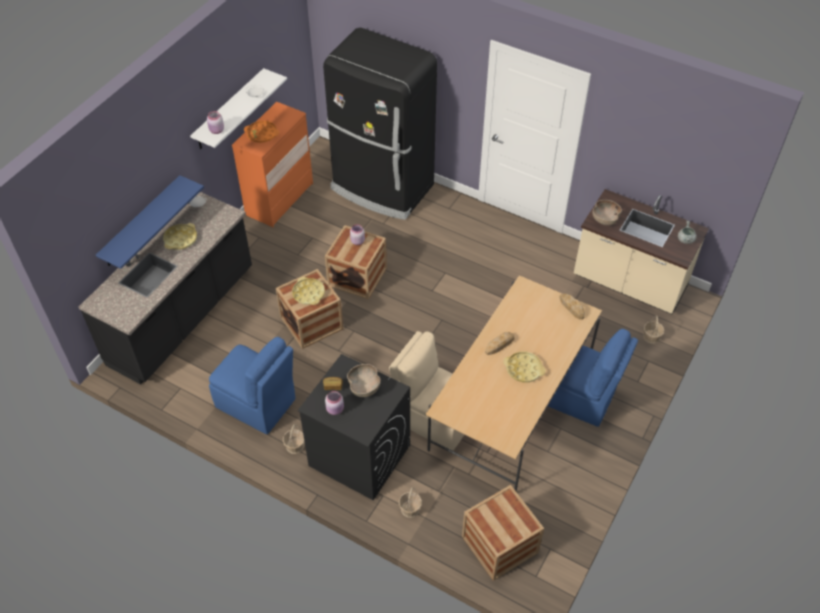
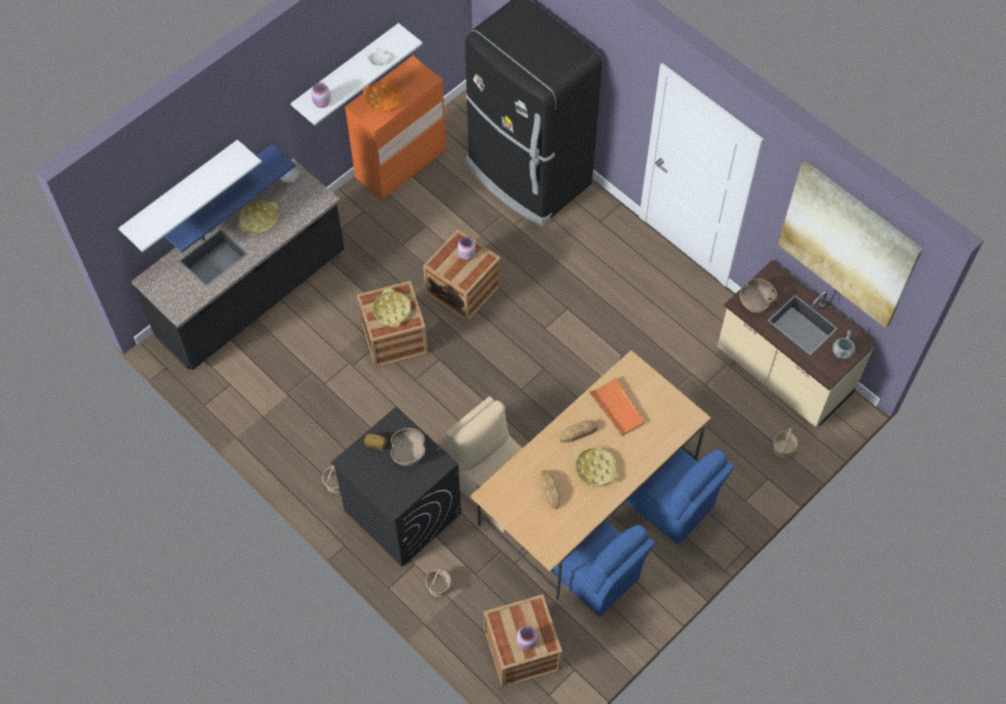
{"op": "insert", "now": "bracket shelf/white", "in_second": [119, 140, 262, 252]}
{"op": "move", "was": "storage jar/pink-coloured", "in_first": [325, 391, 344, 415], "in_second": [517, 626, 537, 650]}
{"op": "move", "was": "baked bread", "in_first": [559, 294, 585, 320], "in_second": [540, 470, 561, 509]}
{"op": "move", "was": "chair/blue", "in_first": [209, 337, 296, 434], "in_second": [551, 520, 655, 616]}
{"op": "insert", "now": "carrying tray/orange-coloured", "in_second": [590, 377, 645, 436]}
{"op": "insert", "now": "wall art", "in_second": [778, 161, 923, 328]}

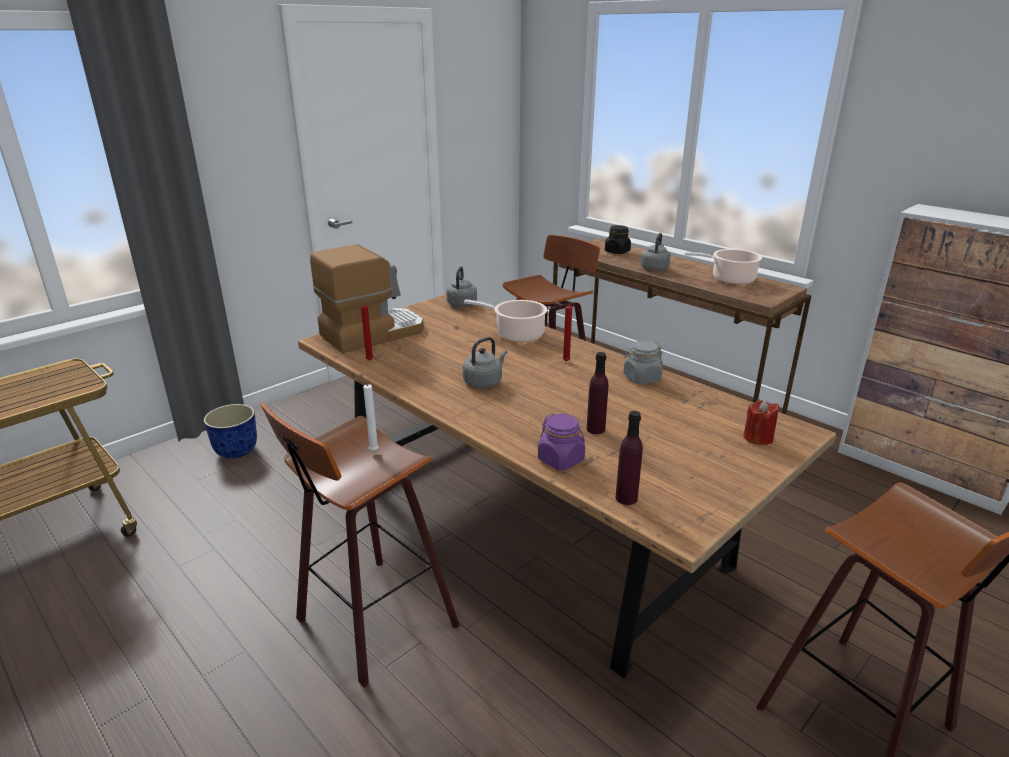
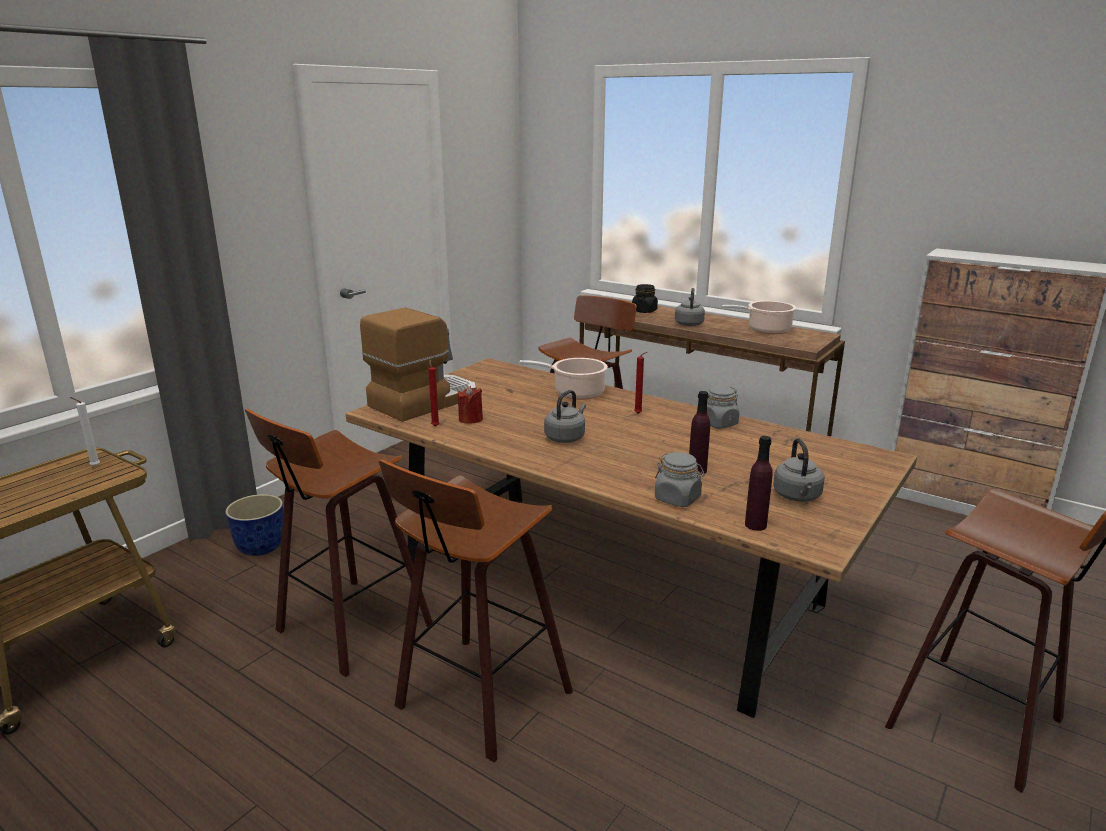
{"op": "move", "was": "candle/white", "in_first": [358, 379, 379, 451], "in_second": [70, 397, 100, 466]}
{"op": "insert", "now": "stool", "in_second": [245, 409, 433, 677]}
{"op": "move", "was": "candle/red", "in_first": [743, 400, 779, 445], "in_second": [458, 386, 483, 424]}
{"op": "recolor", "was": "storage jar/purple-coloured", "now": "storage jar/greyish", "in_first": [538, 414, 585, 470], "in_second": [655, 452, 705, 507]}
{"op": "move", "was": "tea kettle/greyish", "in_first": [446, 266, 477, 307], "in_second": [773, 438, 825, 502]}

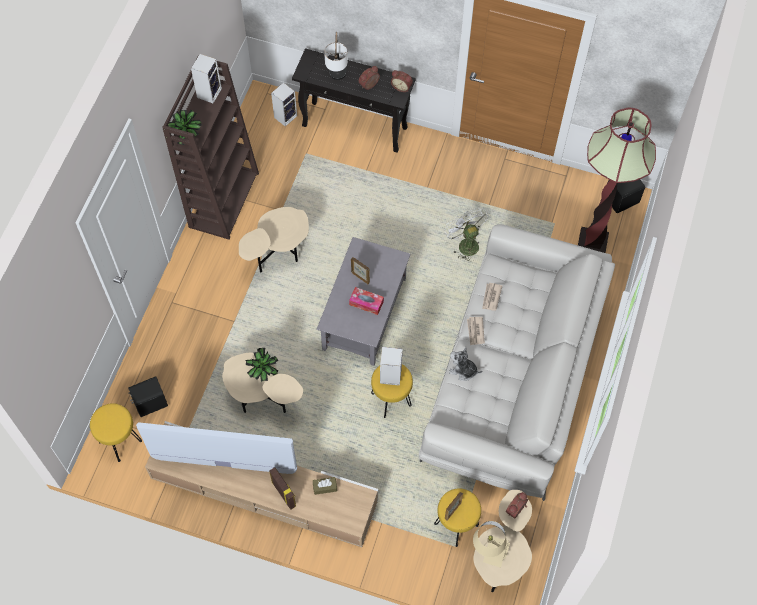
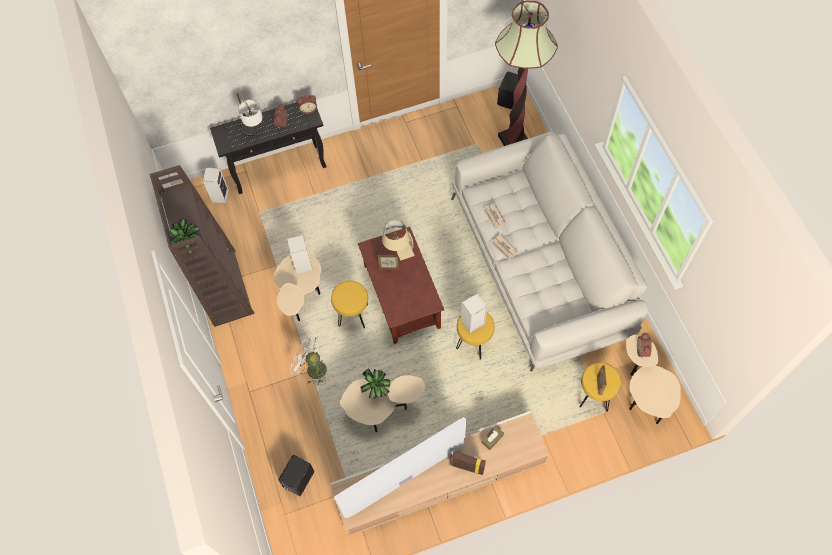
{"op": "move", "was": "loudspeaker", "in_first": [191, 54, 222, 103], "in_second": [287, 235, 313, 274]}
{"op": "move", "was": "cooling fan/white", "in_first": [445, 208, 489, 262], "in_second": [290, 333, 329, 386]}
{"op": "move", "was": "stool/yellow", "in_first": [90, 403, 142, 462], "in_second": [331, 281, 368, 328]}
{"op": "recolor", "was": "lounge table/greyish", "now": "lounge table/brown", "in_first": [317, 237, 411, 366], "in_second": [358, 227, 444, 344]}
{"op": "move", "was": "lamp for a table/sand-coloured", "in_first": [473, 521, 510, 568], "in_second": [382, 220, 415, 260]}
{"op": "delete", "was": "tissue holder", "in_first": [349, 287, 384, 315]}
{"op": "delete", "was": "cuddly toy", "in_first": [449, 347, 482, 381]}

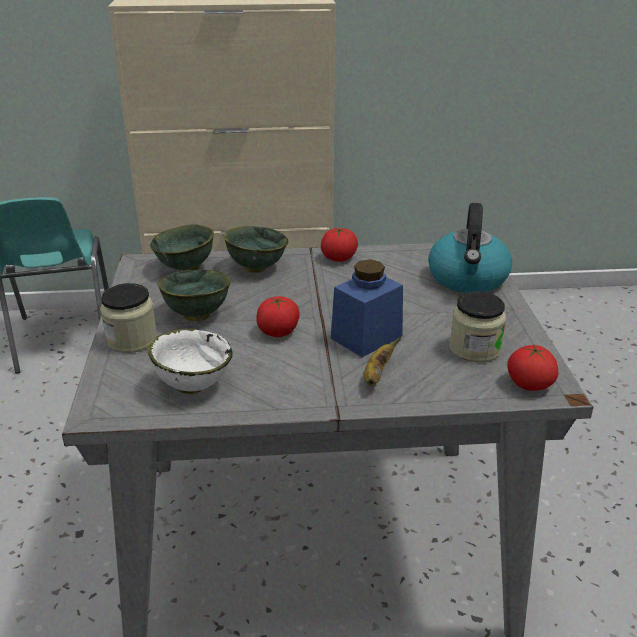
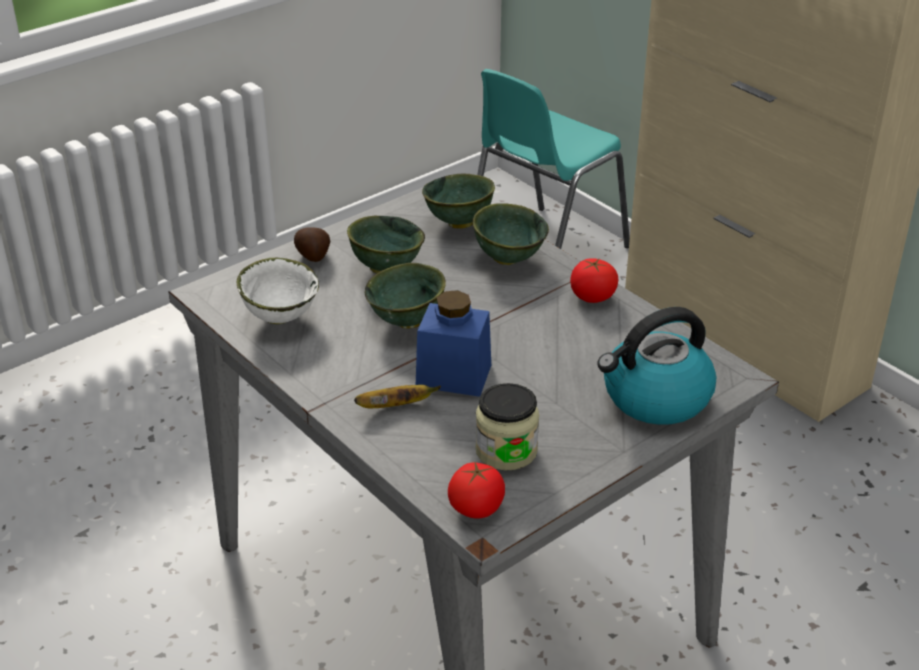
{"op": "replace", "was": "storage jar", "now": "whole potato", "in_first": [100, 283, 157, 353], "in_second": [294, 227, 330, 262]}
{"op": "replace", "was": "whole tomato", "now": "deep dish/greenish", "in_first": [256, 296, 300, 337], "in_second": [365, 263, 446, 329]}

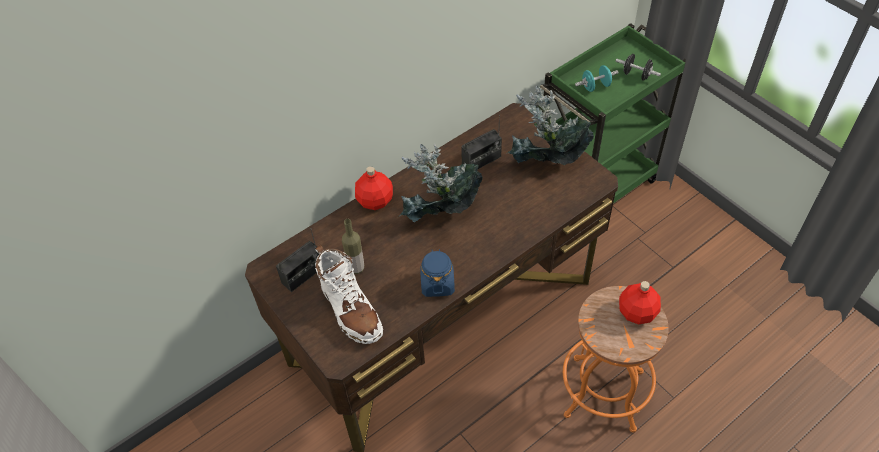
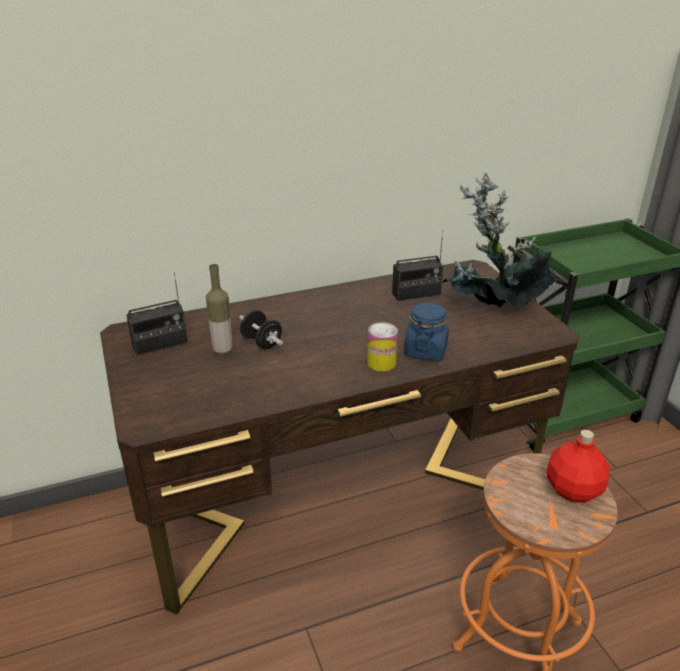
{"op": "move", "was": "dumbbell/black-coloured", "in_first": [616, 54, 661, 81], "in_second": [239, 310, 283, 349]}
{"op": "insert", "now": "metal can", "in_second": [367, 322, 398, 371]}
{"op": "move", "was": "storage jar/blue", "in_first": [420, 249, 455, 297], "in_second": [404, 302, 449, 361]}
{"op": "delete", "was": "boot/white", "in_first": [315, 245, 383, 344]}
{"op": "delete", "was": "drink bottle/red", "in_first": [355, 166, 393, 210]}
{"op": "delete", "was": "potted plant", "in_first": [398, 144, 483, 223]}
{"op": "delete", "was": "dumbbell/turquoise-coloured", "in_first": [575, 65, 619, 92]}

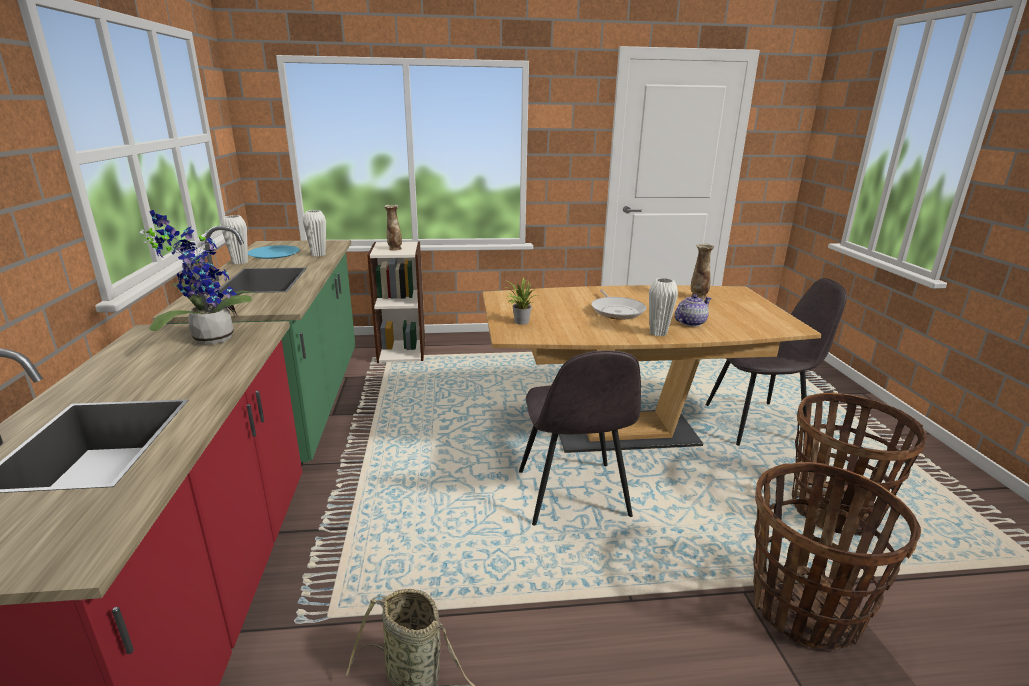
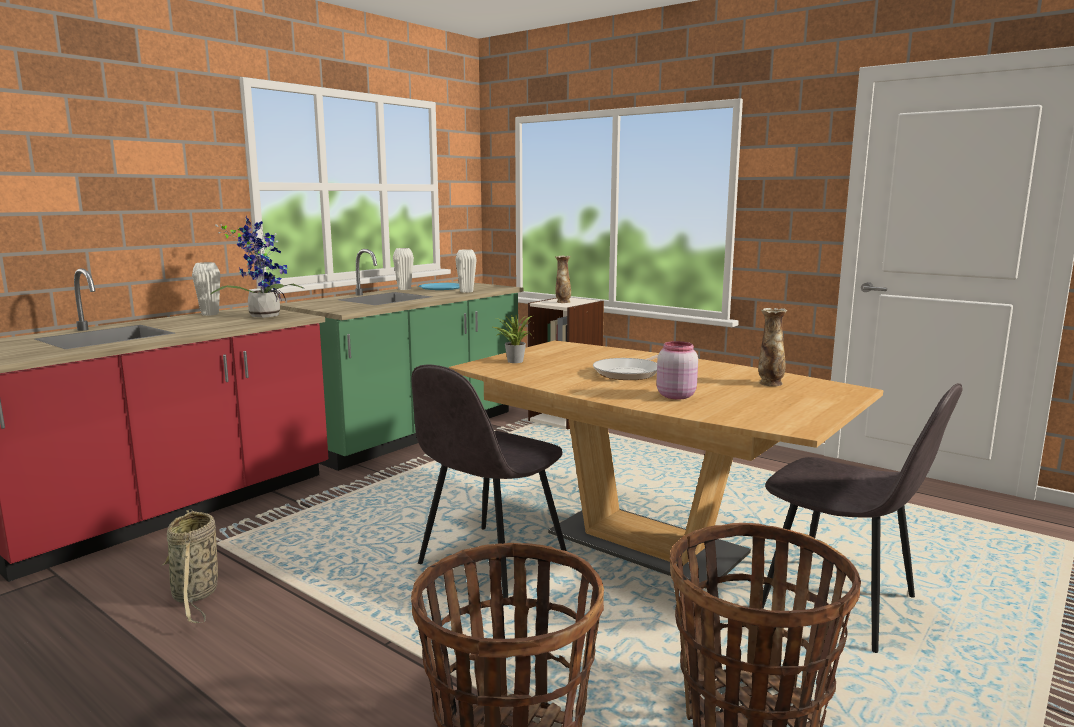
{"op": "move", "was": "vase/white", "in_first": [649, 278, 678, 336], "in_second": [192, 262, 220, 316]}
{"op": "replace", "was": "tea pot", "now": "storage jar/pink-coloured", "in_first": [674, 294, 711, 327], "in_second": [657, 341, 698, 399]}

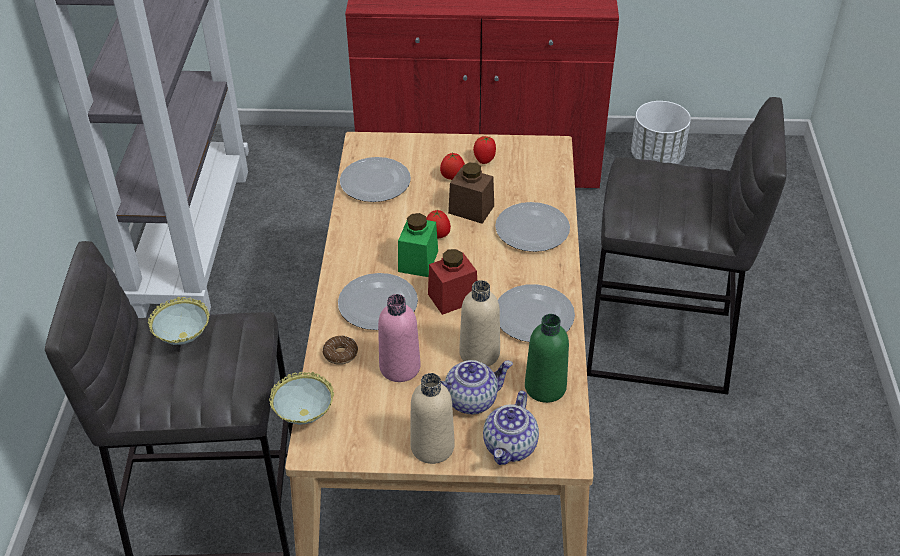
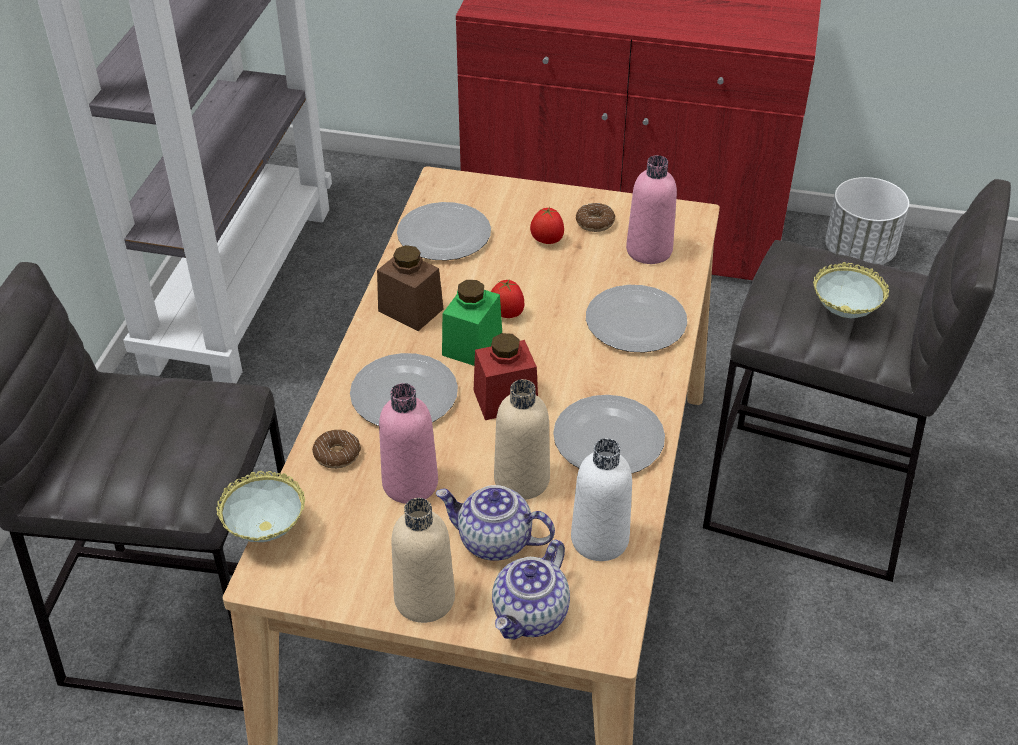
{"op": "move", "was": "storage jar/brown", "in_first": [448, 163, 494, 224], "in_second": [377, 245, 444, 331]}
{"op": "rotate", "was": "tea pot", "in_first": [441, 360, 513, 414], "in_second": [436, 485, 555, 561], "clockwise": -150}
{"op": "recolor", "was": "drink bottle/greenish", "now": "drink bottle/white", "in_first": [525, 314, 569, 403], "in_second": [571, 438, 632, 561]}
{"op": "replace", "was": "whole tomato", "now": "ring doughnut", "in_first": [473, 136, 496, 164], "in_second": [576, 203, 615, 232]}
{"op": "insert", "now": "drink bottle/pink-coloured", "in_second": [626, 155, 677, 264]}
{"op": "move", "was": "deep dish", "in_first": [148, 297, 209, 345], "in_second": [813, 262, 889, 318]}

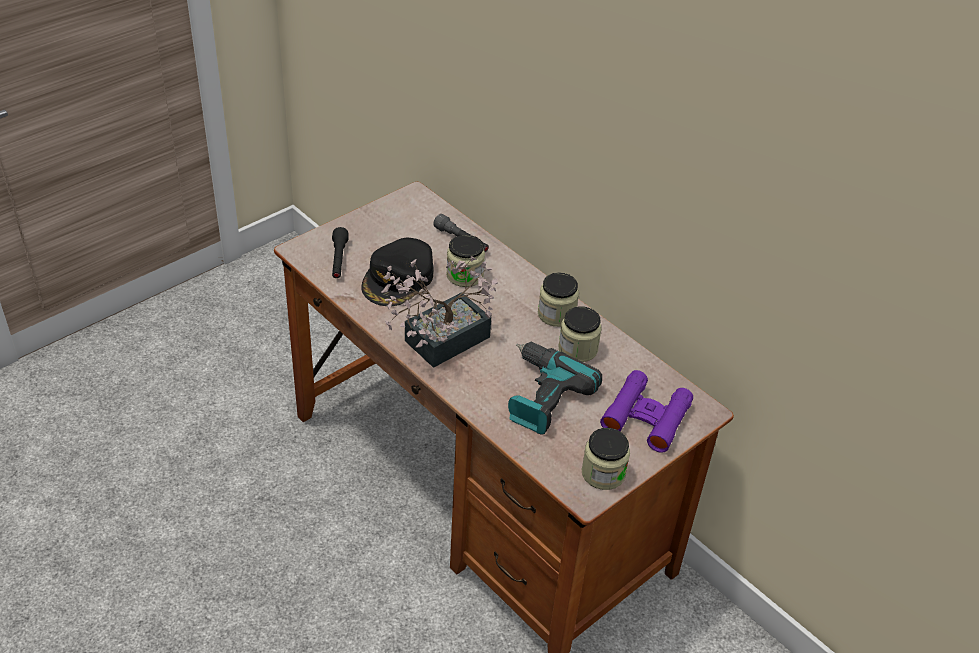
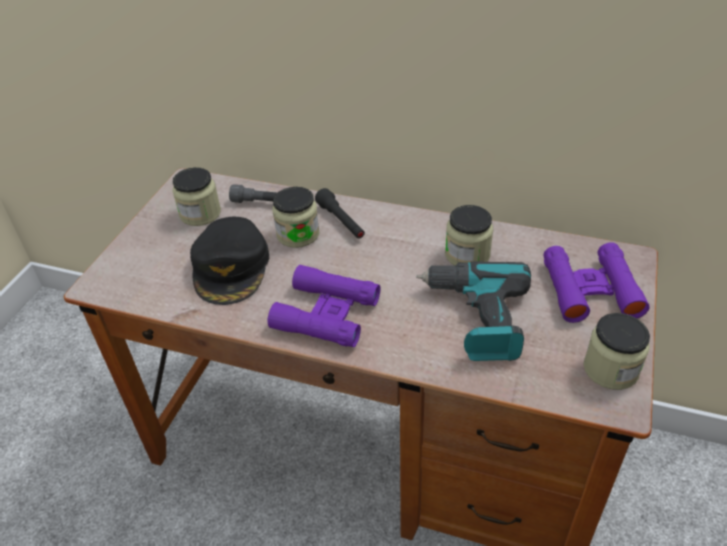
{"op": "move", "was": "storage jar", "in_first": [538, 272, 579, 327], "in_second": [172, 167, 221, 226]}
{"op": "replace", "was": "potted plant", "now": "binoculars/purple-coloured", "in_first": [382, 256, 498, 368], "in_second": [267, 265, 380, 347]}
{"op": "move", "was": "flashlight/black-coloured", "in_first": [332, 227, 349, 278], "in_second": [315, 188, 365, 239]}

